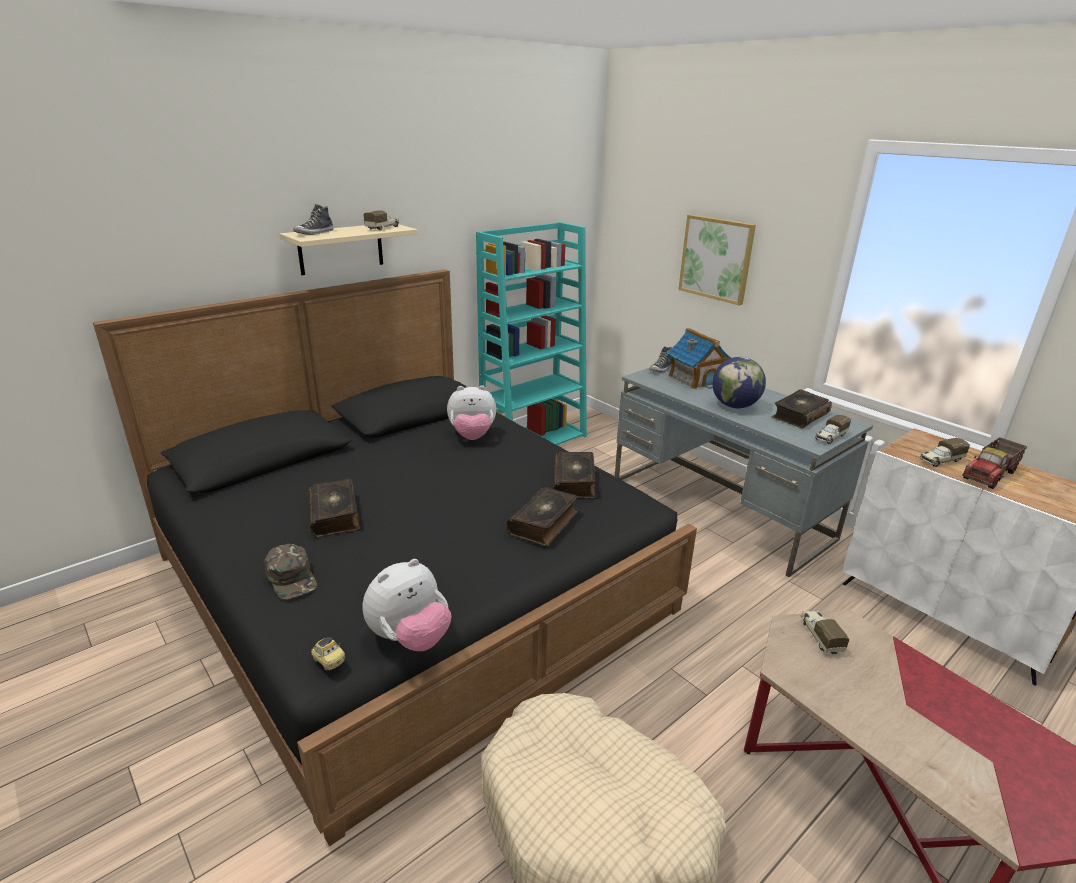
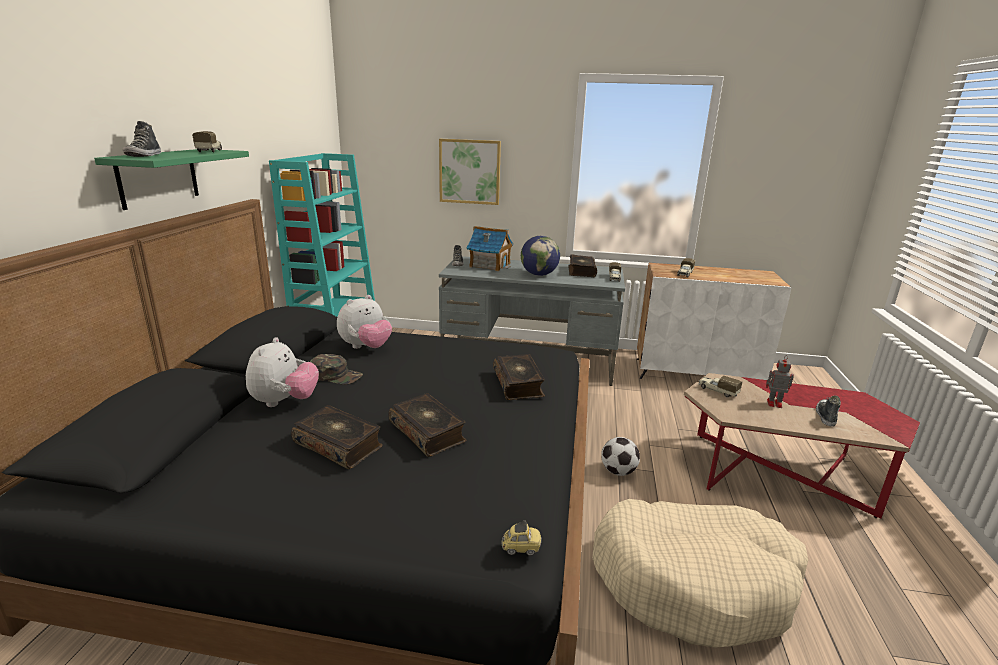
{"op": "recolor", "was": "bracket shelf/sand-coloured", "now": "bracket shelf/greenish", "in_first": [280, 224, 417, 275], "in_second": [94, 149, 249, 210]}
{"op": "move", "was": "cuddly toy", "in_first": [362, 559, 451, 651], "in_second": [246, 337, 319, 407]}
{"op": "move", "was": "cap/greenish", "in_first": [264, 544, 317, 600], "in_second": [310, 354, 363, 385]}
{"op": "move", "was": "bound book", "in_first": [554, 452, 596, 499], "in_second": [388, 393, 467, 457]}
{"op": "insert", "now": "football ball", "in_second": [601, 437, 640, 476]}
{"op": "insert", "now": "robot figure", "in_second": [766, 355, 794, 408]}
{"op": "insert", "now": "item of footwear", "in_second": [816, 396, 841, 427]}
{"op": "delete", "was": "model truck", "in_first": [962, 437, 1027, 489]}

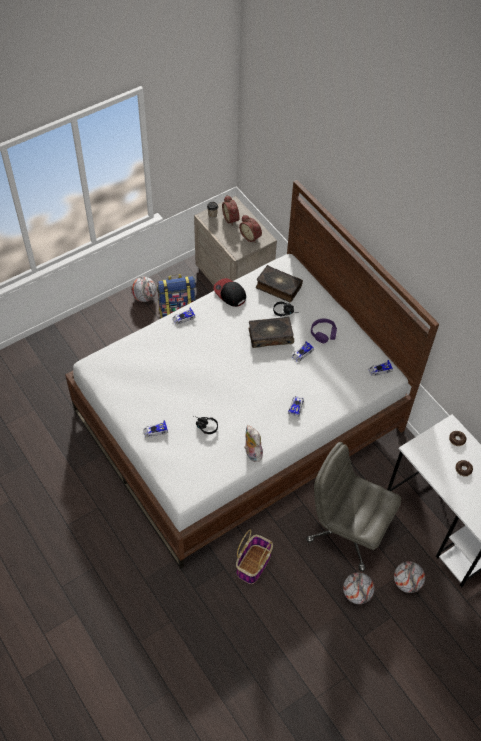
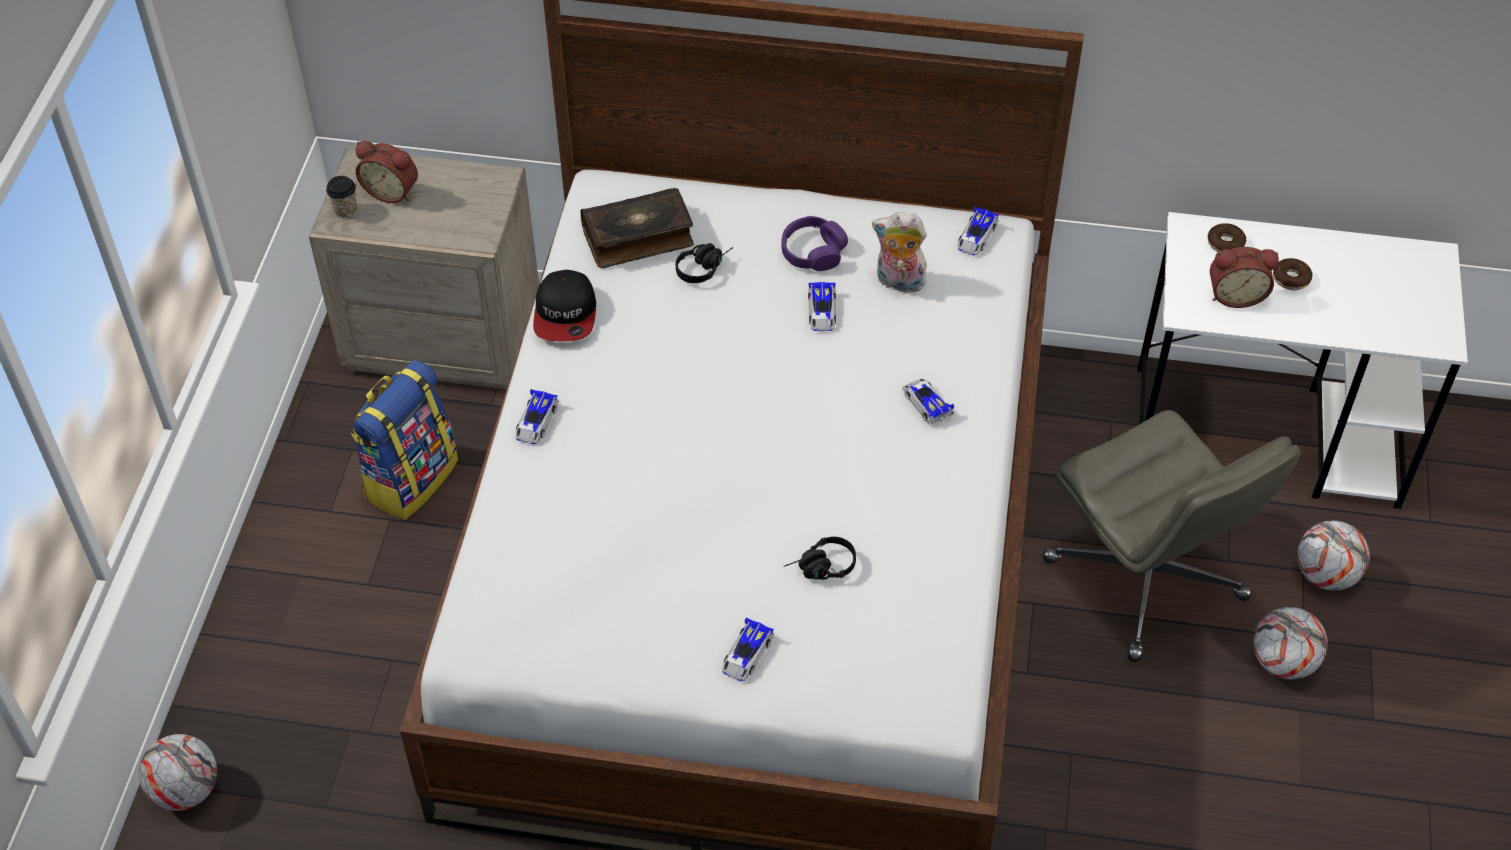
{"op": "move", "was": "football ball", "in_first": [131, 277, 156, 302], "in_second": [139, 734, 217, 811]}
{"op": "rotate", "was": "cap", "in_first": [214, 278, 246, 307], "in_second": [533, 270, 596, 341], "clockwise": -90}
{"op": "move", "was": "cuddly toy", "in_first": [244, 425, 263, 462], "in_second": [872, 212, 927, 296]}
{"op": "rotate", "was": "computer chair/greyish", "in_first": [306, 442, 401, 571], "in_second": [1043, 410, 1301, 662], "clockwise": -105}
{"op": "move", "was": "bedside clock", "in_first": [239, 215, 262, 243], "in_second": [1210, 247, 1279, 308]}
{"op": "delete", "was": "basket", "in_first": [236, 529, 273, 584]}
{"op": "delete", "was": "bound book", "in_first": [248, 317, 294, 348]}

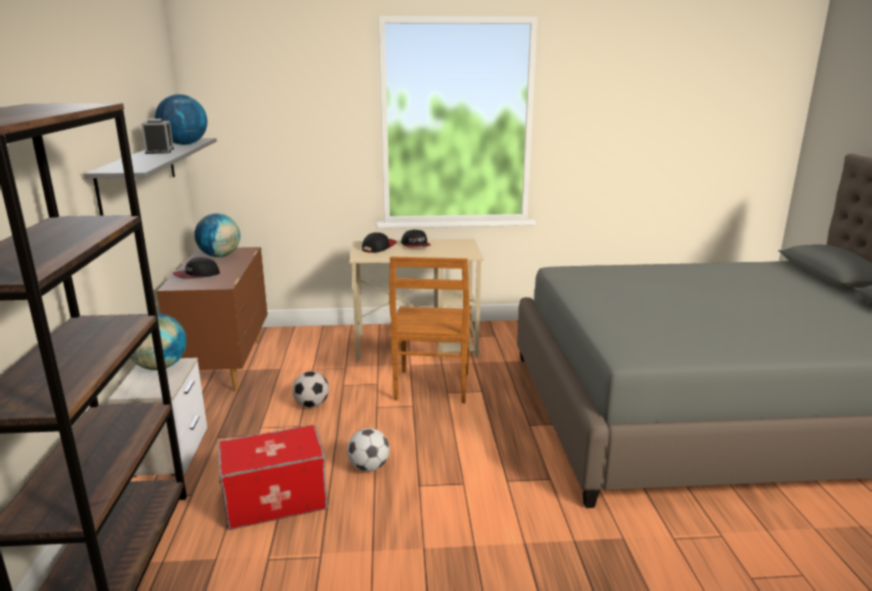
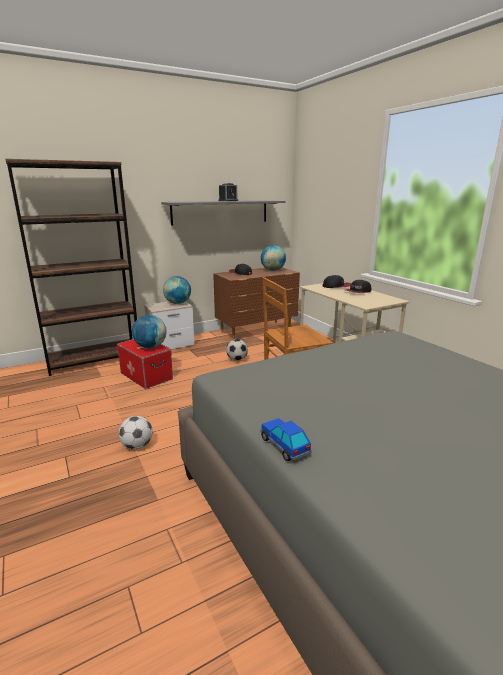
{"op": "move", "was": "football ball", "in_first": [347, 428, 390, 472], "in_second": [119, 416, 153, 449]}
{"op": "move", "was": "globe", "in_first": [155, 94, 208, 145], "in_second": [132, 315, 167, 348]}
{"op": "insert", "now": "miniature car", "in_second": [261, 418, 312, 461]}

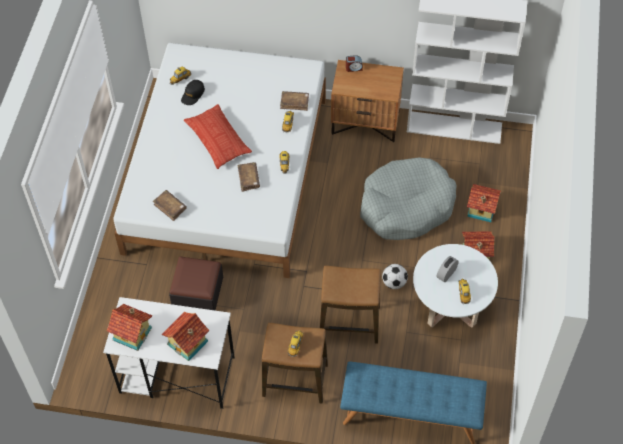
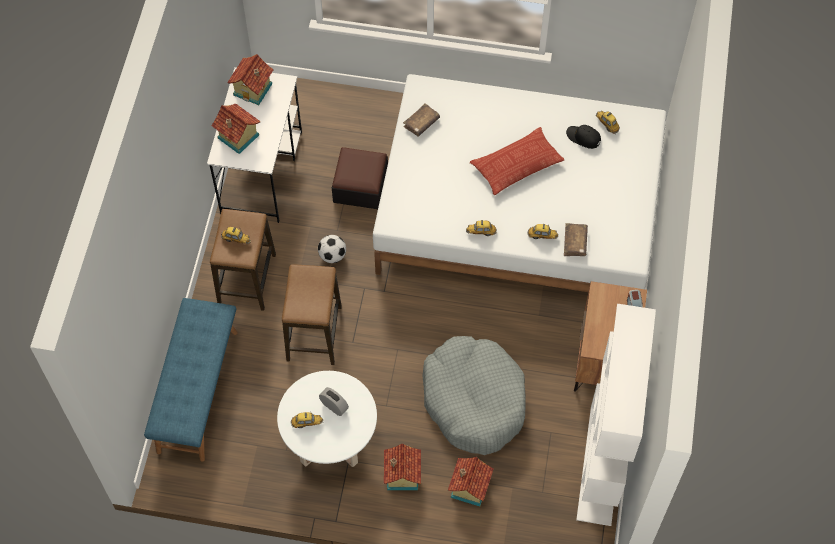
{"op": "move", "was": "football ball", "in_first": [382, 264, 408, 289], "in_second": [318, 235, 346, 263]}
{"op": "delete", "was": "bound book/brown", "in_first": [237, 162, 260, 192]}

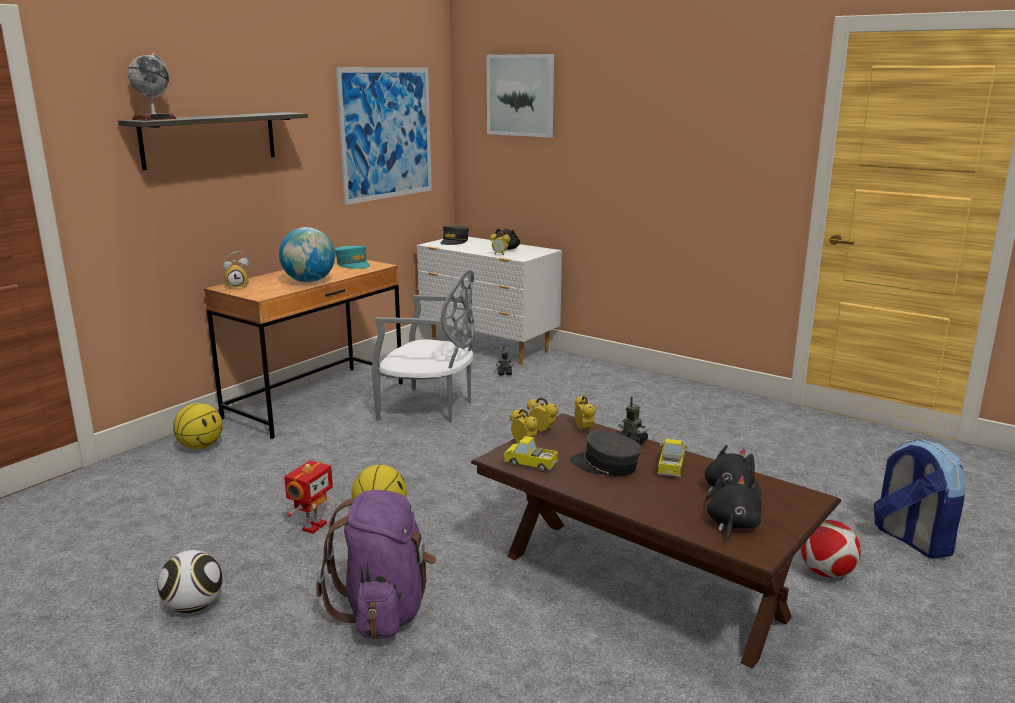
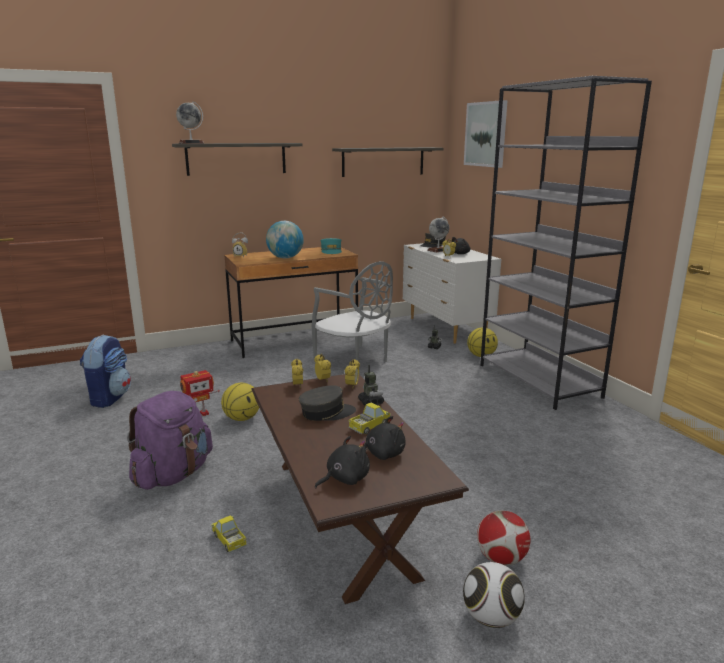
{"op": "move", "was": "rucksack", "in_first": [874, 439, 965, 558], "in_second": [80, 335, 131, 408]}
{"op": "move", "was": "model truck", "in_first": [504, 436, 558, 472], "in_second": [211, 515, 247, 553]}
{"op": "rotate", "was": "cap/greyish", "in_first": [570, 430, 642, 476], "in_second": [299, 385, 356, 421], "clockwise": 105}
{"op": "replace", "was": "wall art", "now": "bracket shelf", "in_first": [335, 67, 432, 205], "in_second": [332, 147, 443, 177]}
{"op": "insert", "now": "globe", "in_second": [427, 216, 449, 253]}
{"op": "move", "was": "football ball", "in_first": [158, 550, 223, 613], "in_second": [463, 562, 525, 628]}
{"op": "move", "was": "basketball", "in_first": [173, 403, 223, 449], "in_second": [467, 328, 498, 357]}
{"op": "insert", "now": "bookshelf/greyish", "in_second": [480, 76, 652, 410]}

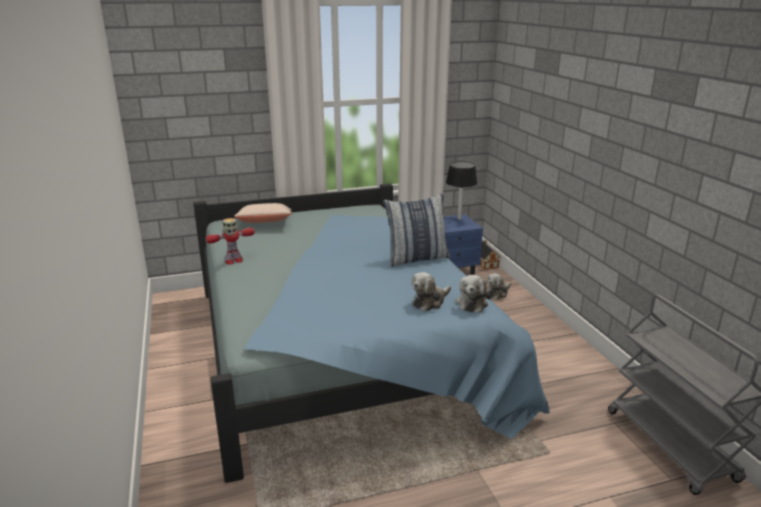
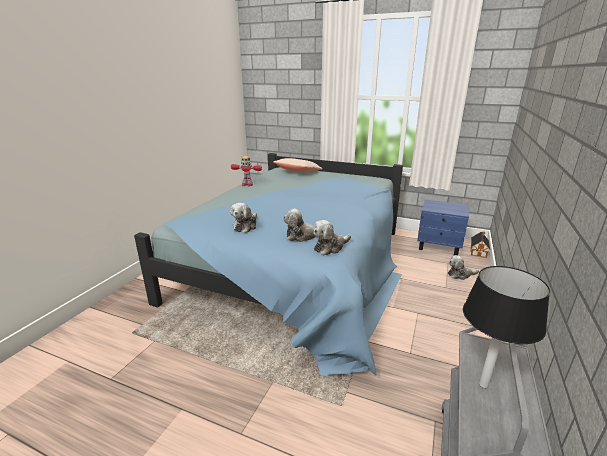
{"op": "insert", "now": "cuddly toy", "in_second": [230, 203, 257, 233]}
{"op": "move", "was": "lamp for a table/black-coloured", "in_first": [446, 161, 477, 220], "in_second": [463, 266, 550, 388]}
{"op": "delete", "was": "pillow", "in_first": [383, 193, 451, 267]}

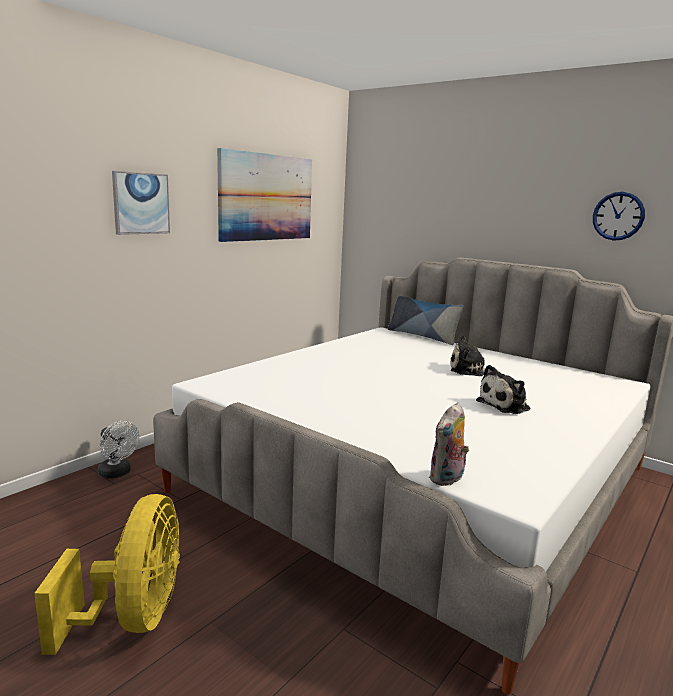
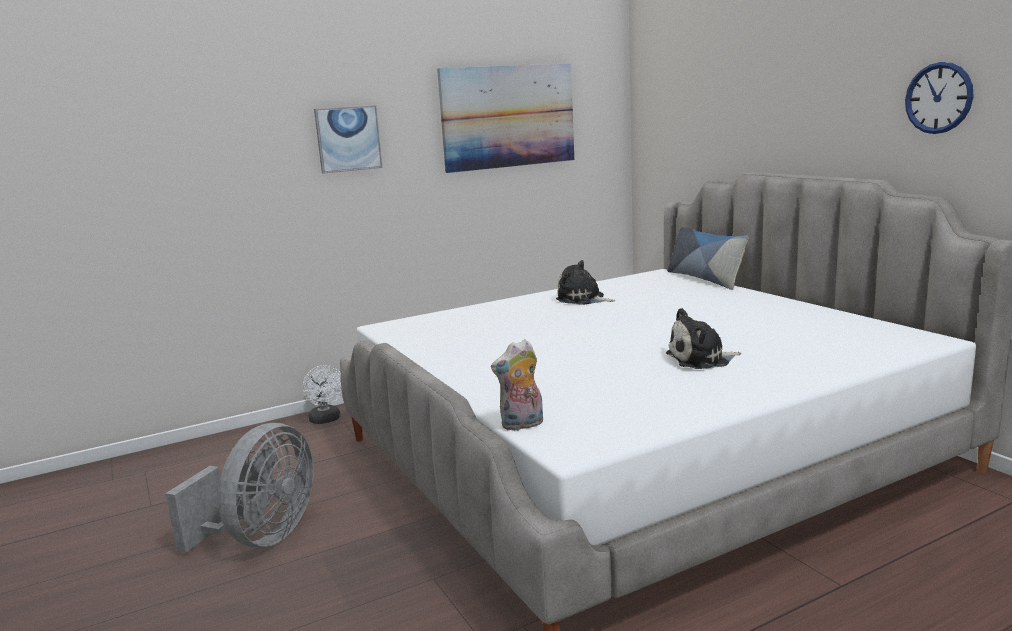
{"op": "recolor", "was": "cooling fan/yellow", "now": "cooling fan/greyish", "in_first": [34, 494, 180, 655], "in_second": [165, 423, 314, 553]}
{"op": "move", "was": "cuddly toy", "in_first": [450, 336, 499, 376], "in_second": [556, 260, 615, 305]}

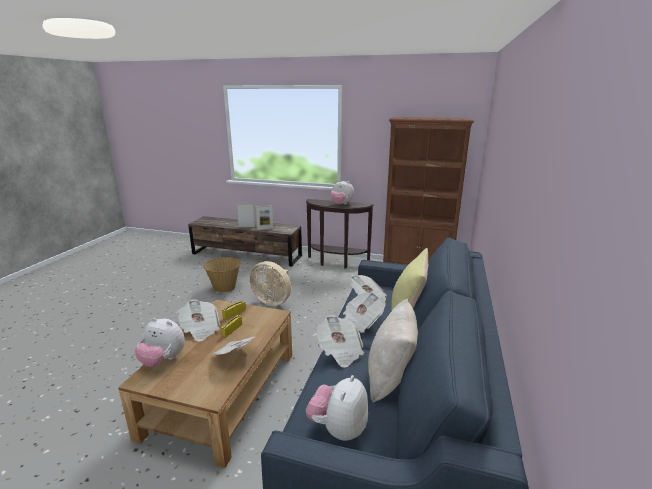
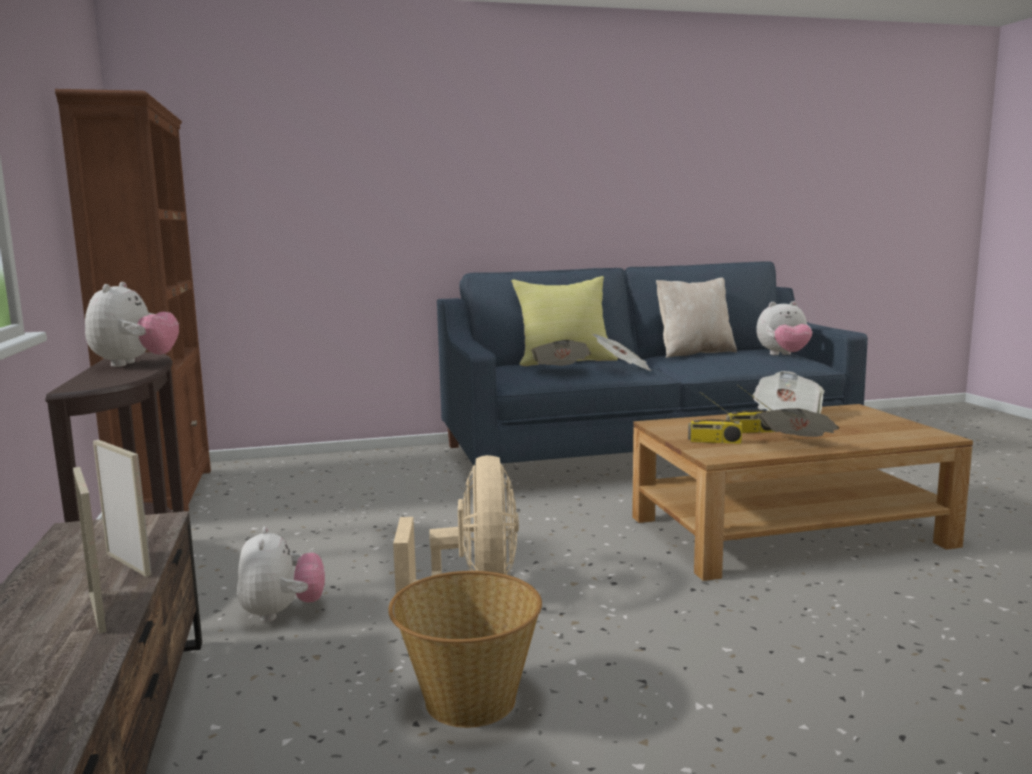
{"op": "move", "was": "cuddly toy", "in_first": [135, 318, 185, 367], "in_second": [237, 526, 325, 622]}
{"op": "delete", "was": "newspaper", "in_first": [317, 315, 364, 368]}

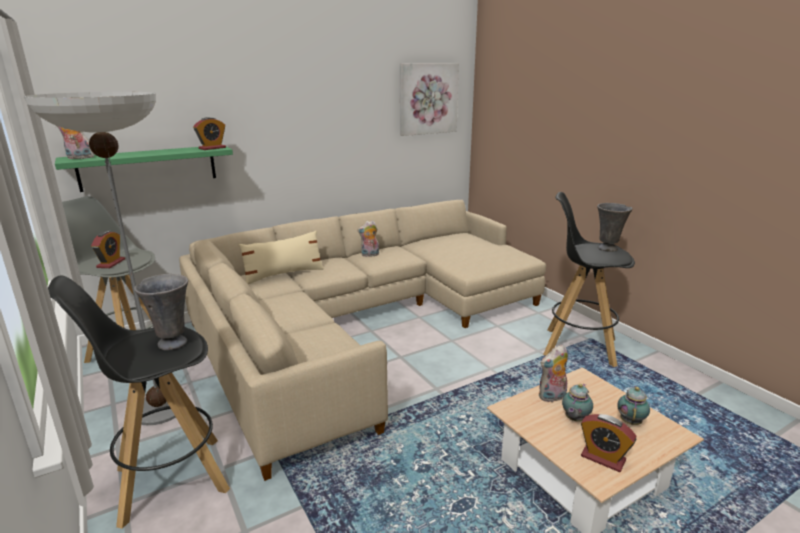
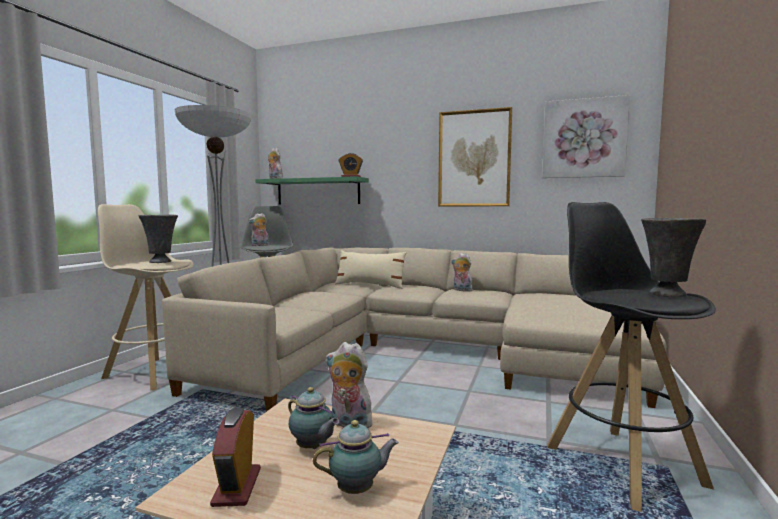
{"op": "recolor", "was": "stool/black-coloured", "now": "stool/sand-coloured", "in_first": [48, 275, 230, 529], "in_second": [98, 204, 194, 390]}
{"op": "replace", "was": "bedside clock", "now": "cuddly toy", "in_first": [91, 231, 125, 268], "in_second": [248, 213, 269, 246]}
{"op": "rotate", "was": "tea pot", "in_first": [562, 384, 593, 422], "in_second": [288, 387, 339, 449], "clockwise": -135}
{"op": "insert", "now": "wall art", "in_second": [438, 107, 512, 206]}

